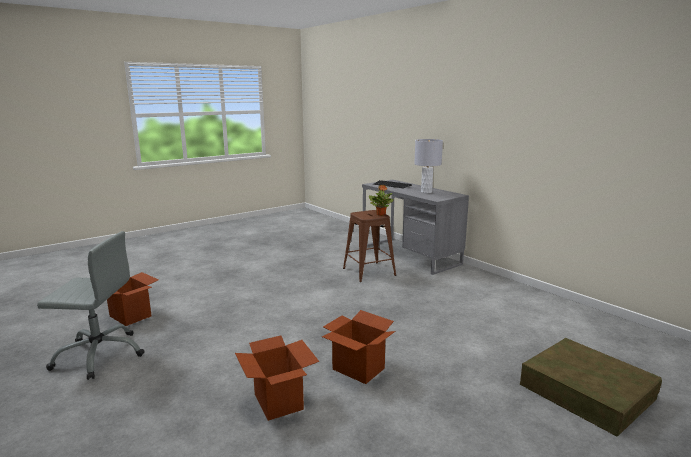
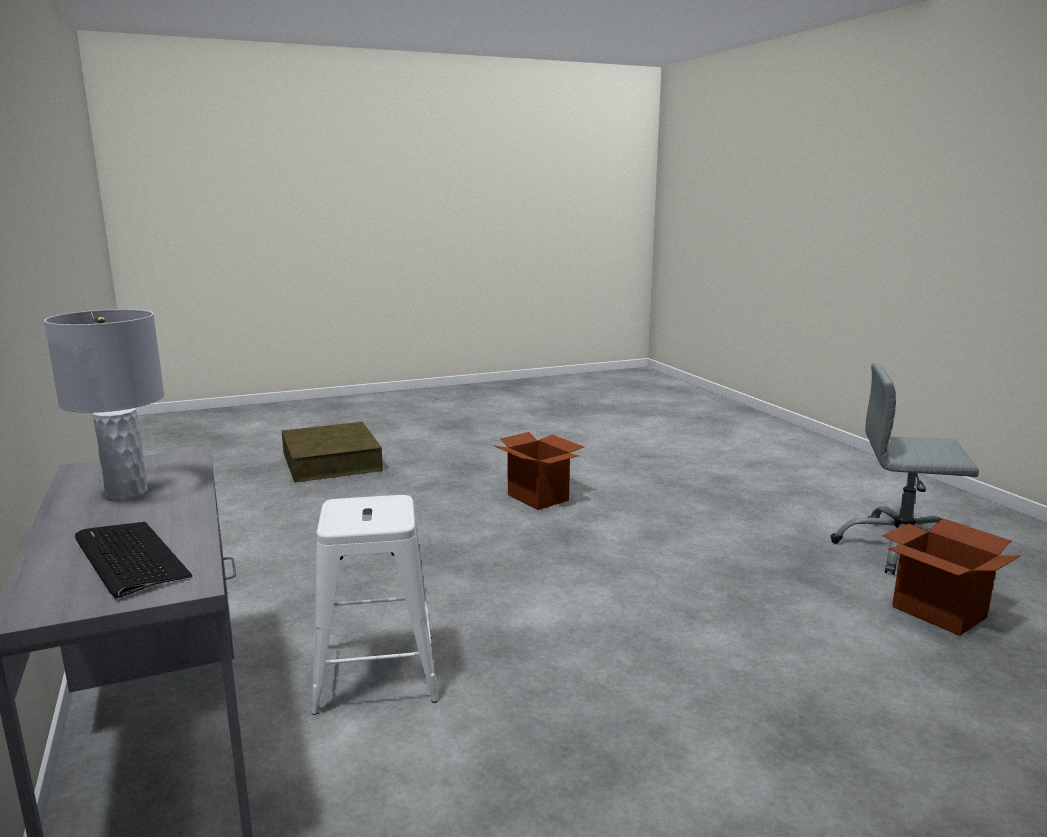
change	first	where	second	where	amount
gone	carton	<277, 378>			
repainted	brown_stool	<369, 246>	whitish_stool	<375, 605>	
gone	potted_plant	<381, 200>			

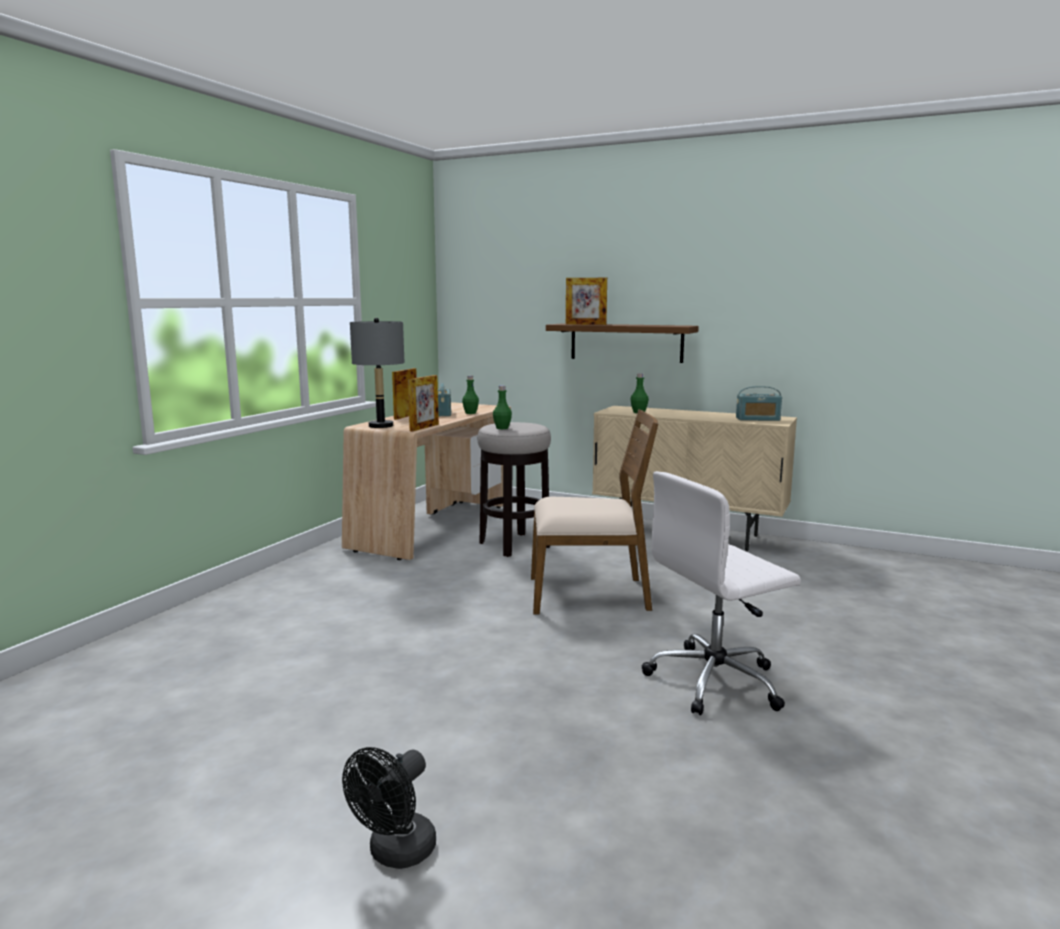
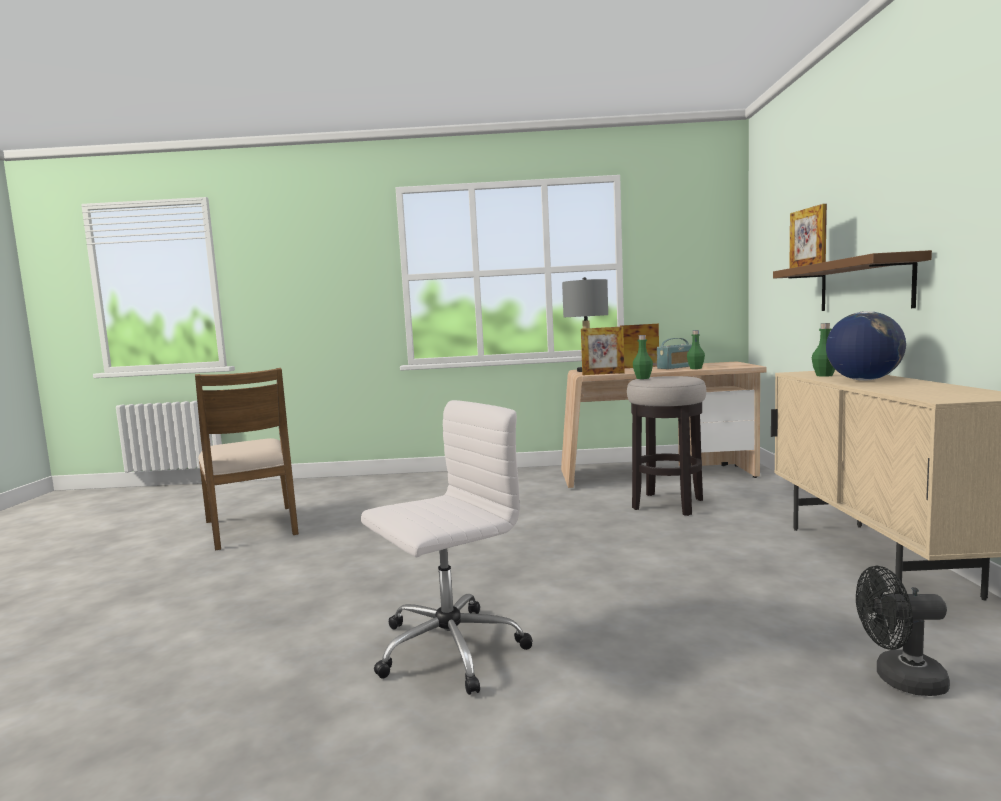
change	first	where	second	where	amount
shifted	black-coloured_fan	<389, 808>		<903, 631>	
shifted	brown_upright_chair	<594, 511>		<247, 459>	
rotated	whitish_office_chair	<721, 593>		<447, 547>	105 degrees clockwise
gone	radio_receiver	<759, 403>			
new			world_globe	<866, 346>	

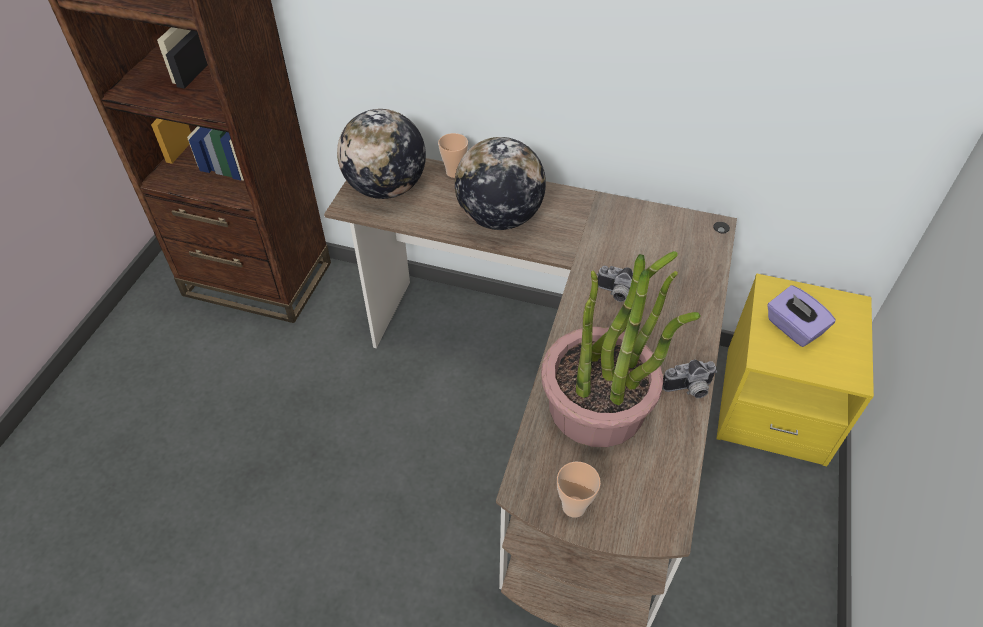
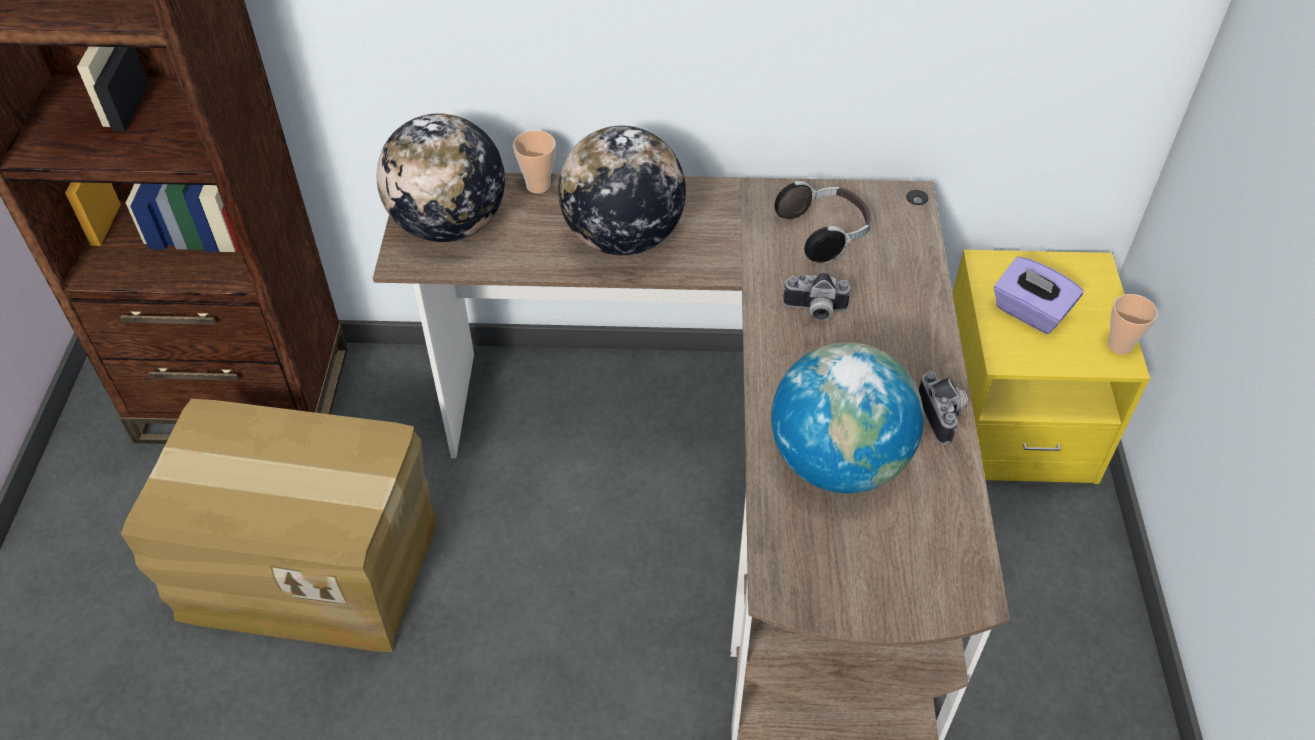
change	first	where	second	where	amount
swapped	potted_plant	<621, 349>	world_globe	<847, 417>	
shifted	drinking_cup	<579, 490>		<1133, 324>	
rotated	still_camera	<689, 379>		<943, 408>	75 degrees counterclockwise
new			carton	<279, 525>	
new			headphones	<823, 222>	

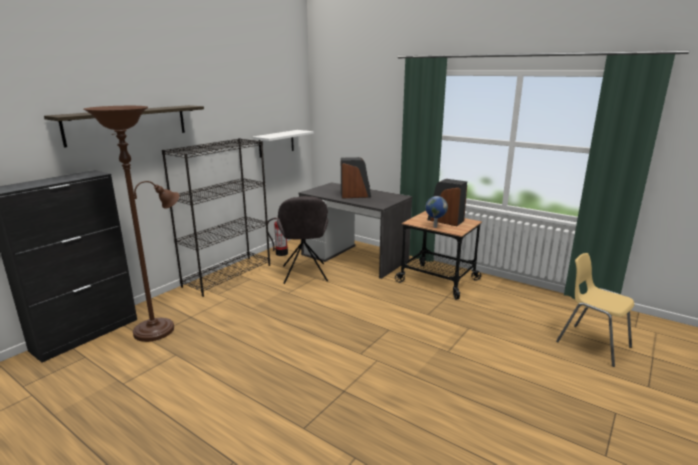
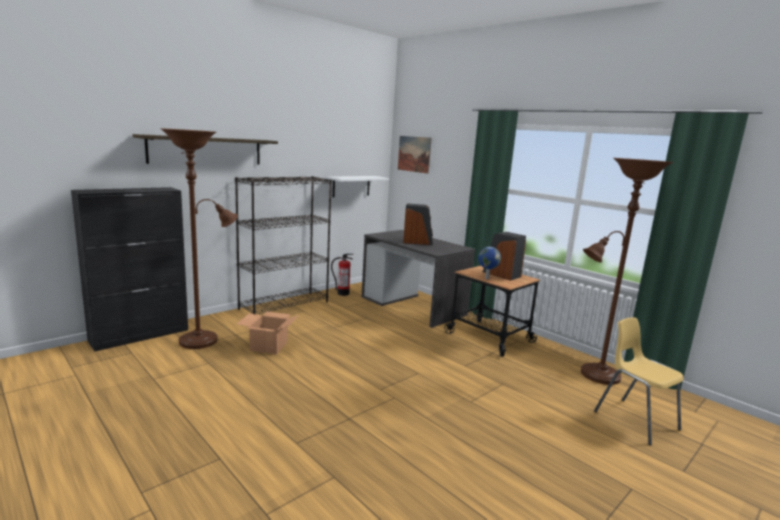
change	first	where	second	where	amount
gone	grey_upright_chair	<302, 240>			
new			carton	<268, 333>	
new			wall_art	<415, 155>	
new			brown_floor_lamp	<627, 271>	

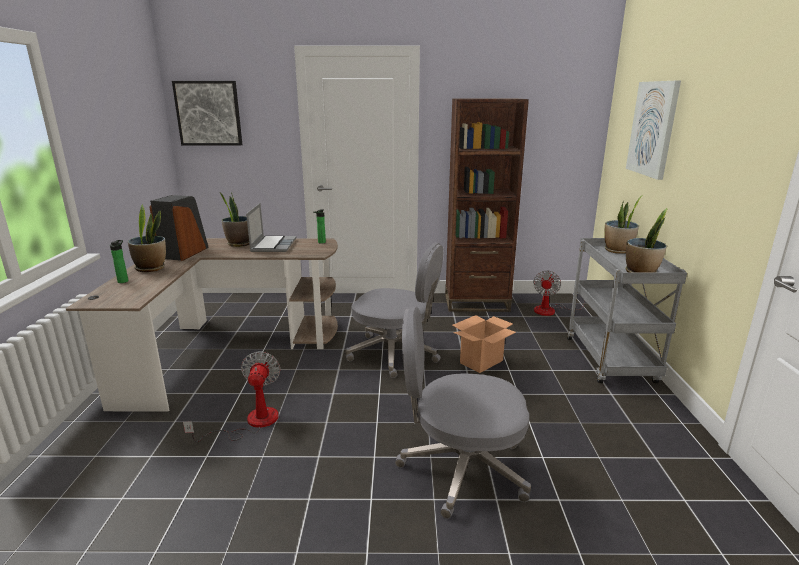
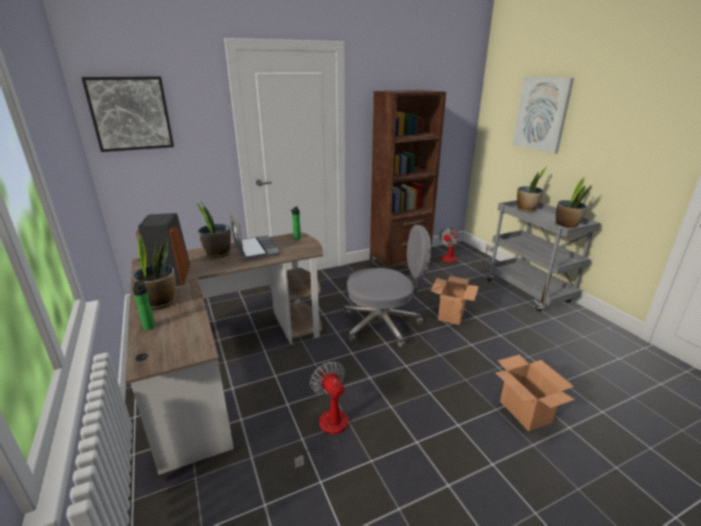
change	first	where	second	where	amount
swapped	grey_office_chair	<463, 413>	carton	<535, 393>	
rotated	fan	<559, 293>		<465, 245>	45 degrees clockwise

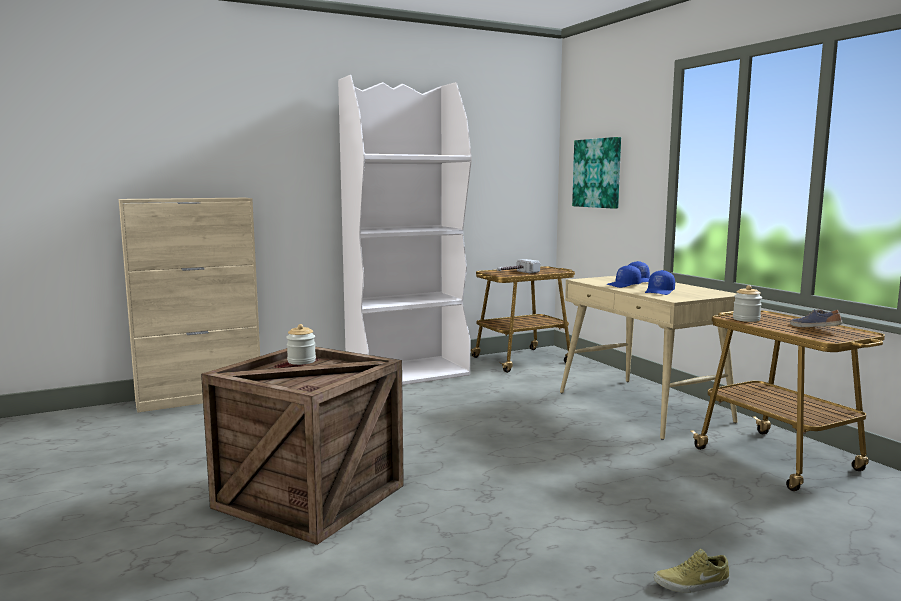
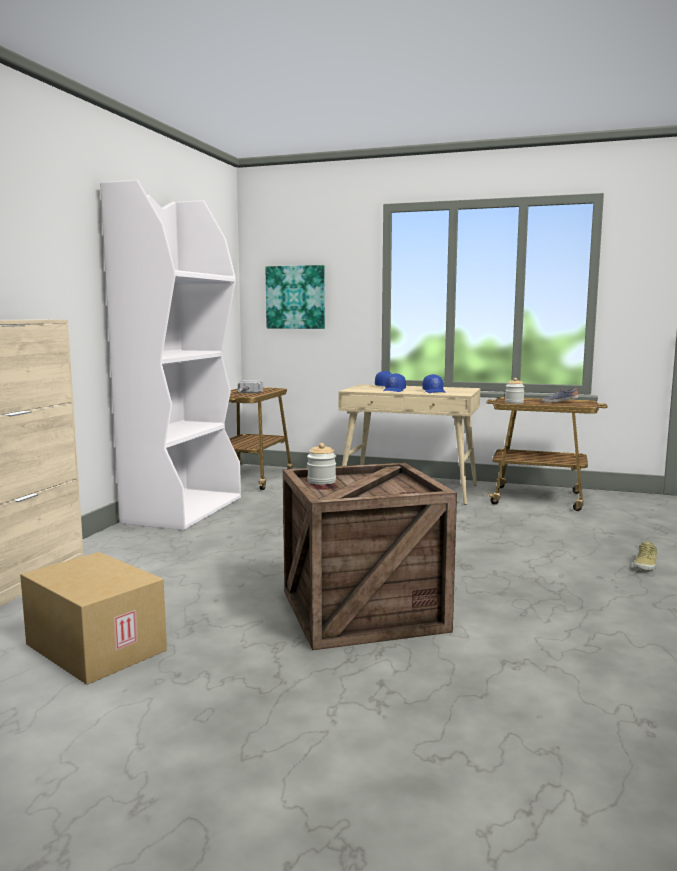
change	first	where	second	where	amount
new			carton	<93, 618>	

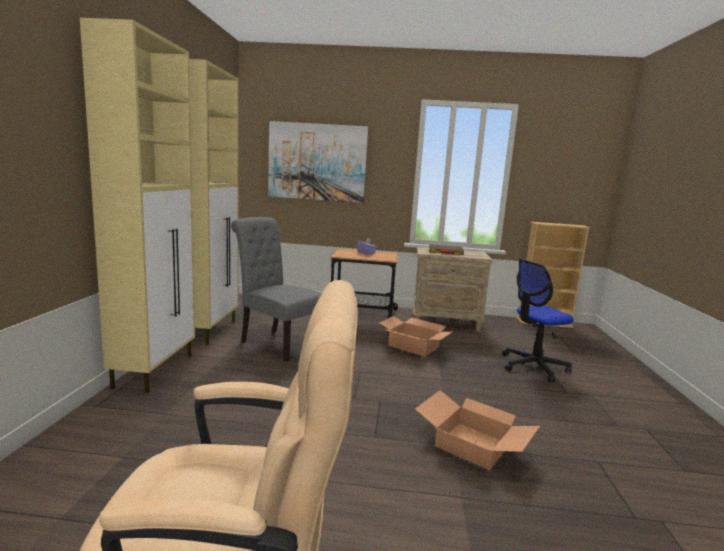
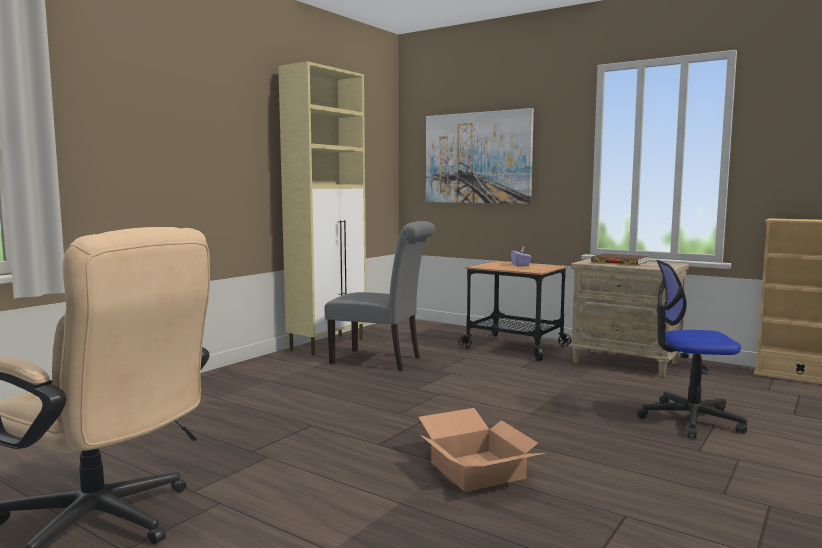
change	first	where	second	where	amount
gone	beige-coloured_cabinet	<137, 205>			
rotated	grey_upright_chair	<276, 289>		<379, 296>	135 degrees clockwise
gone	carton	<415, 336>			

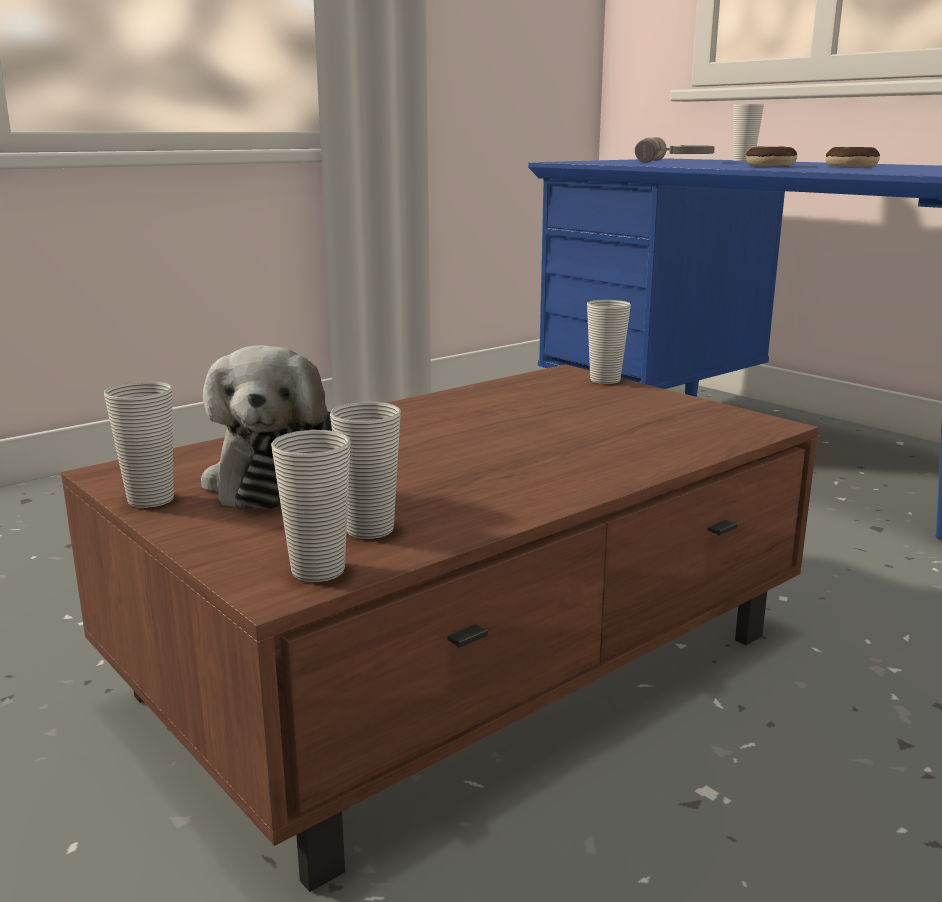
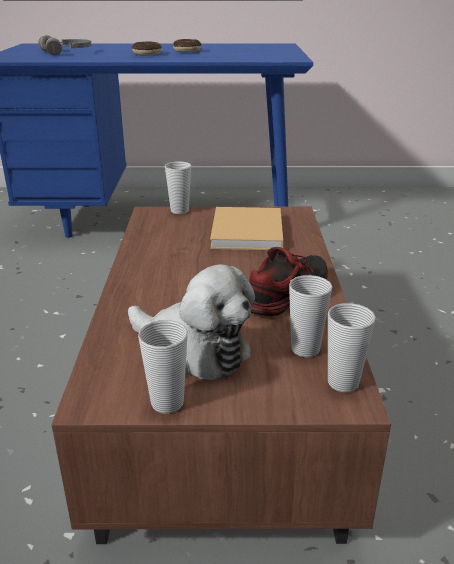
change	first	where	second	where	amount
gone	drinking_cup	<748, 132>			
new			beige-coloured_bound_book	<246, 228>	
new			item_of_footwear	<288, 281>	

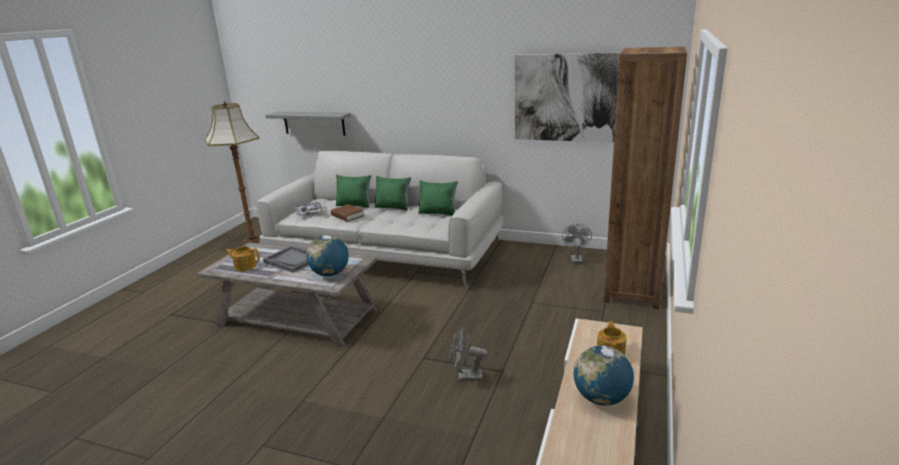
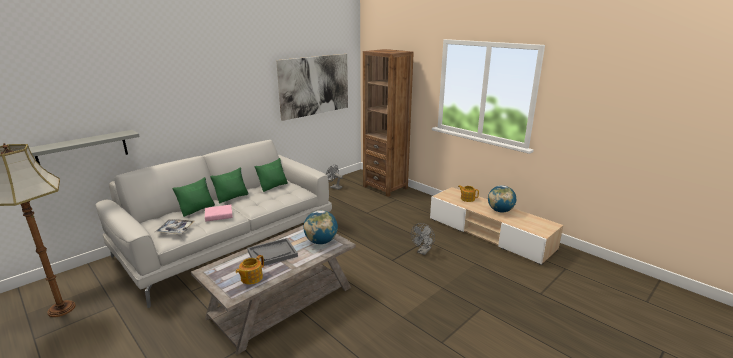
change	first	where	second	where	amount
repainted	brown_bound_book	<347, 213>	pink_bound_book	<219, 213>	

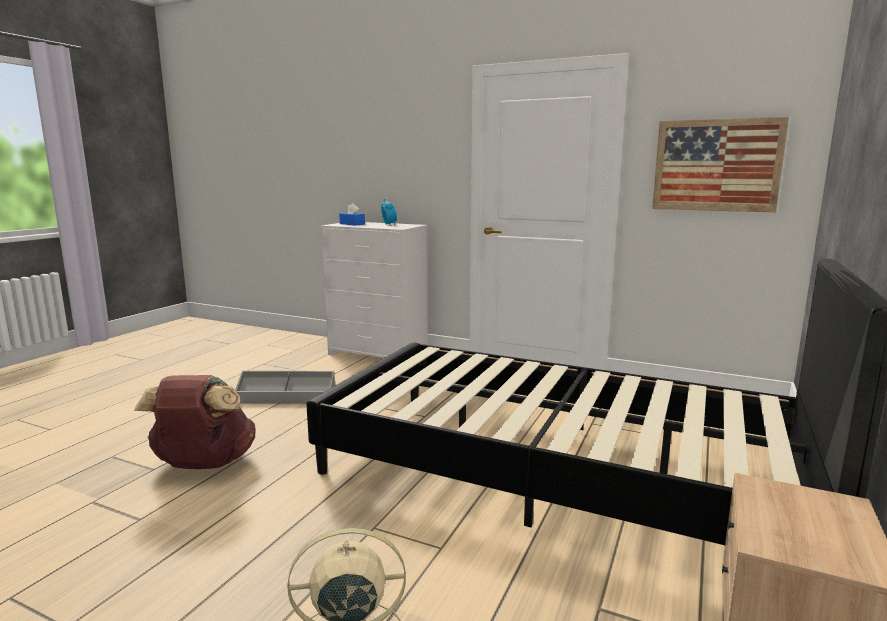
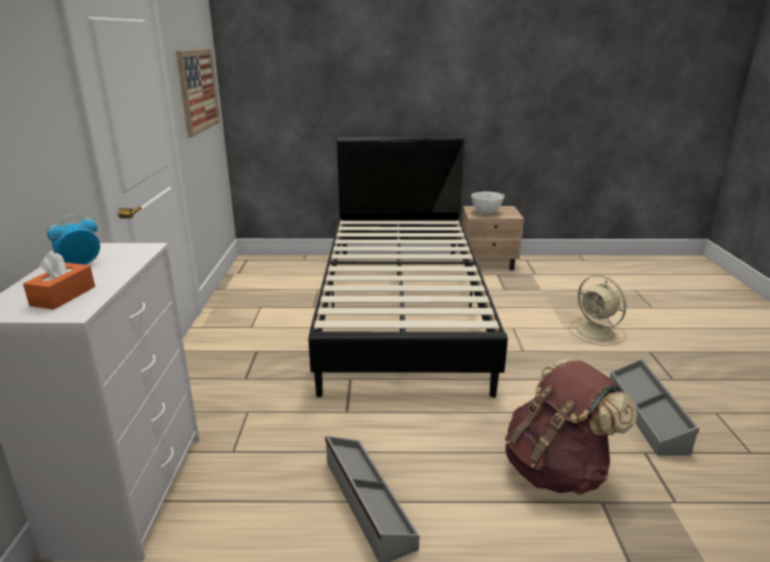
change	first	where	second	where	amount
repainted	blue_box_of_tissues	<352, 214>	orangey_box_of_tissues	<59, 280>	
new			whitish_serving_bowl	<488, 202>	
new			grey_storage_bin	<654, 407>	

